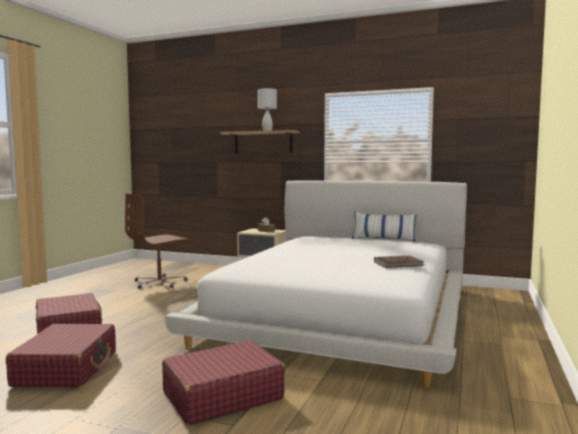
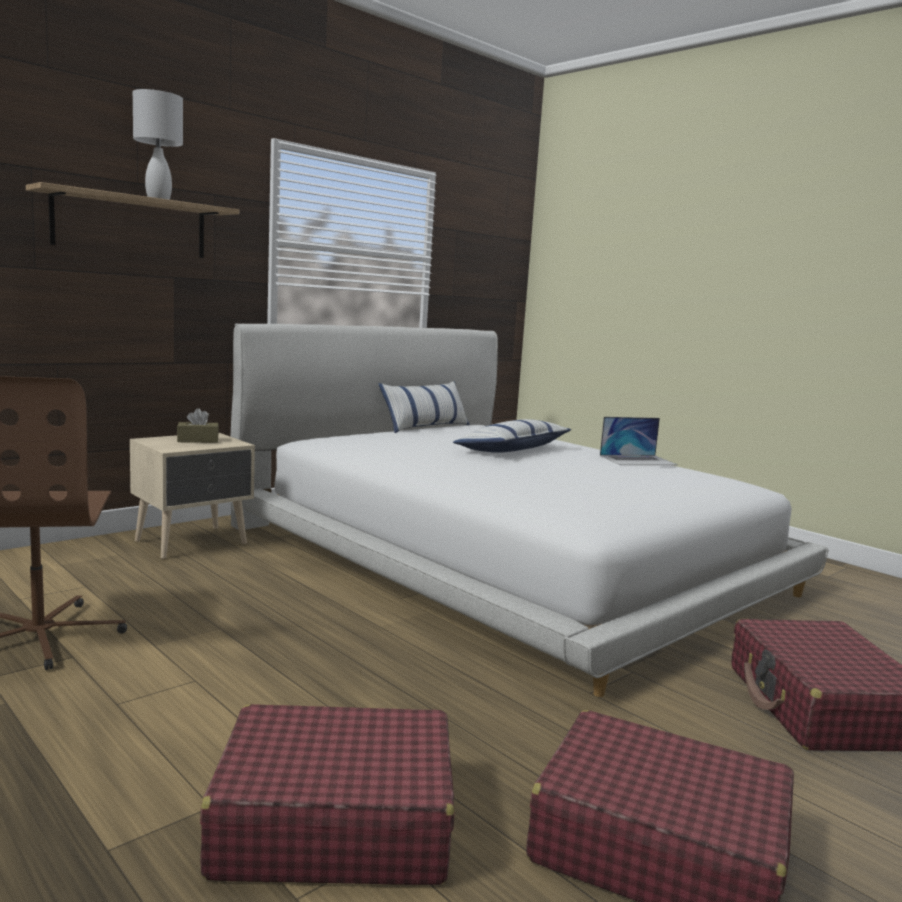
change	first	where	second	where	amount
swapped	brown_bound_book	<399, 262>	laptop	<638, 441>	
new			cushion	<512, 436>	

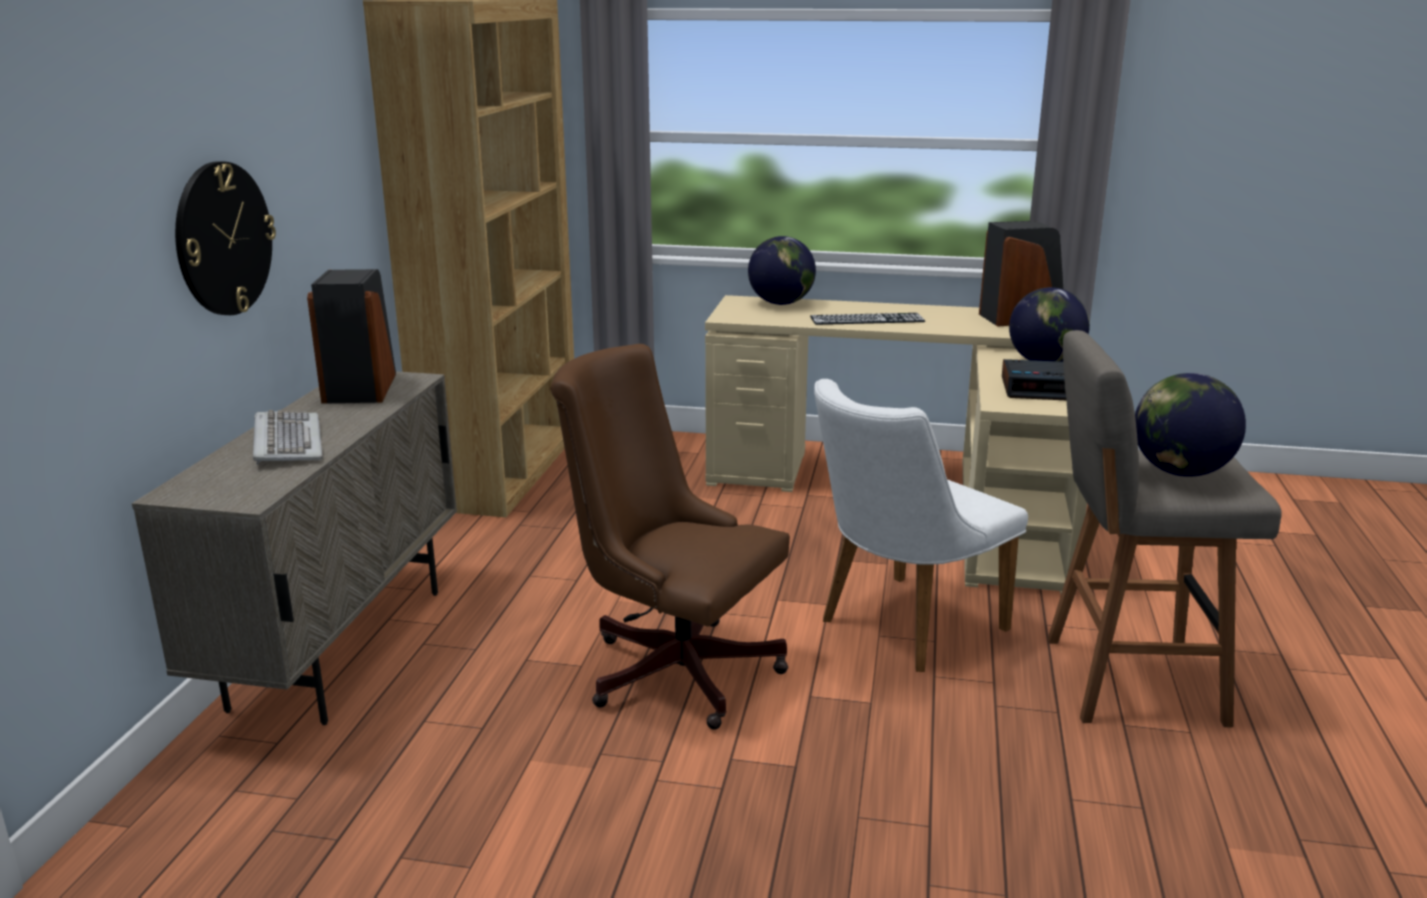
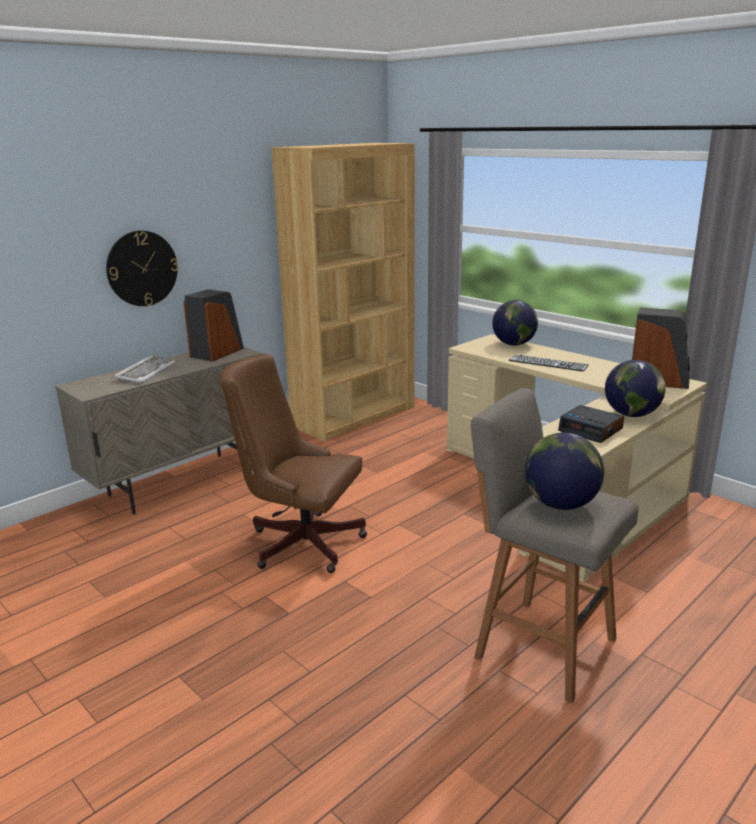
change	first	where	second	where	amount
rotated	brown_office_chair	<670, 537>		<293, 463>	45 degrees counterclockwise
gone	whitish_upright_chair	<921, 525>			

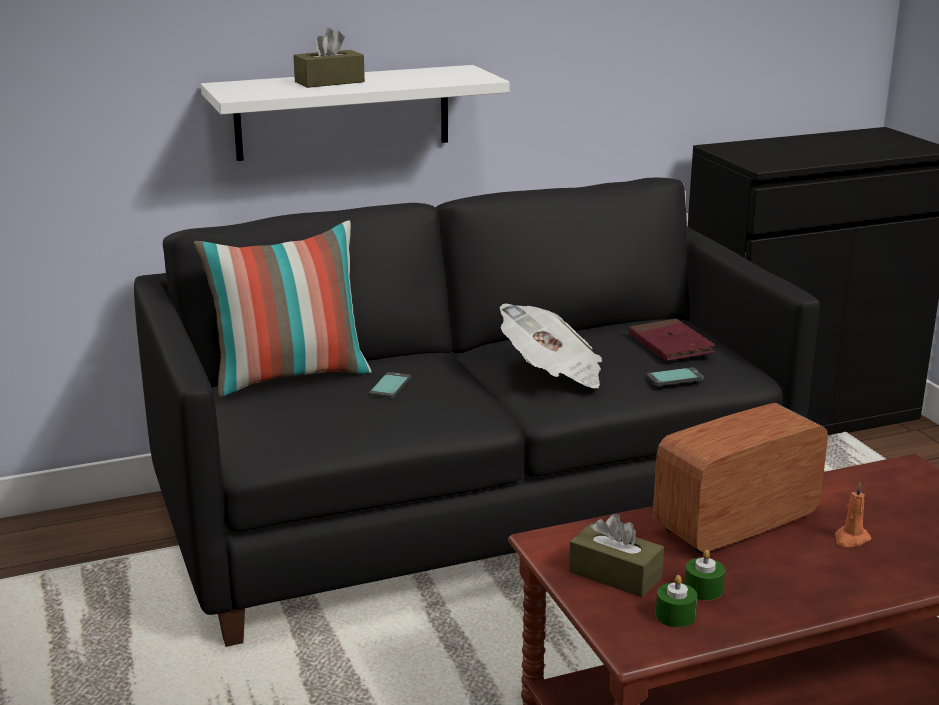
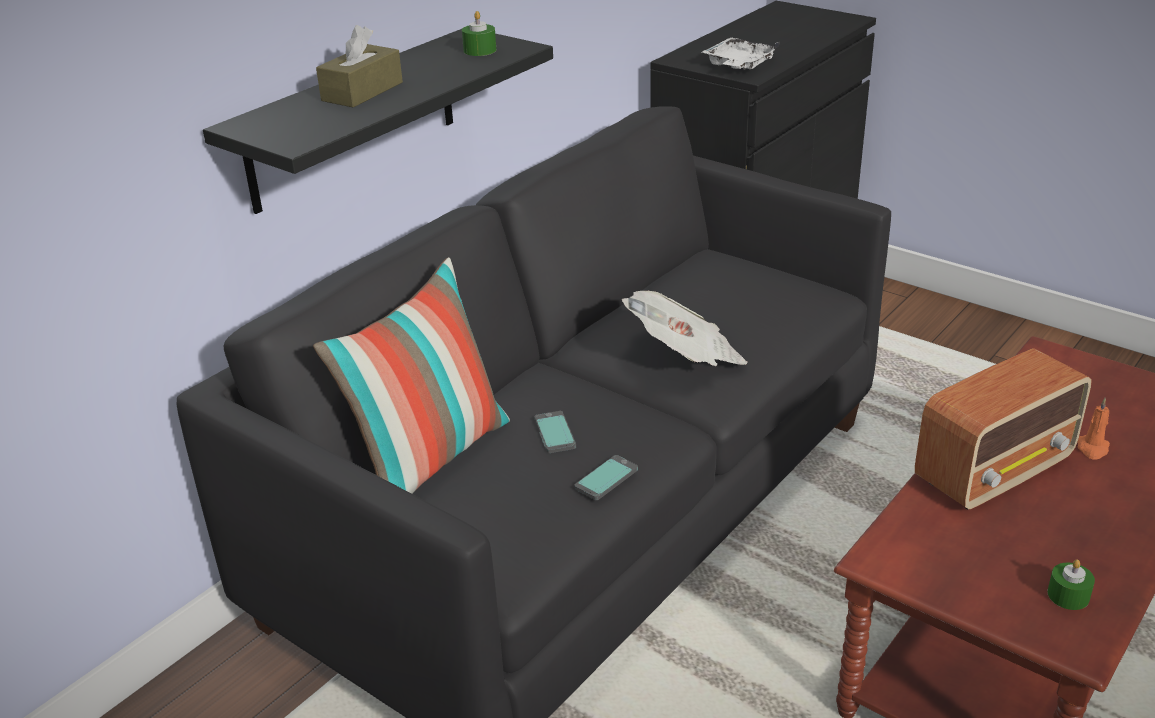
change	first	where	second	where	amount
repainted	whitish_shelf	<355, 113>	black-coloured_shelf	<378, 121>	
gone	brown_box_of_tissues	<616, 555>			
gone	reddish_bound_book	<672, 340>			
shifted	phone	<675, 377>		<606, 477>	
rotated	radio_receiver	<740, 478>		<1003, 429>	150 degrees counterclockwise
shifted	green_candle	<705, 575>		<479, 33>	
new			whitish_serving_tray	<741, 53>	

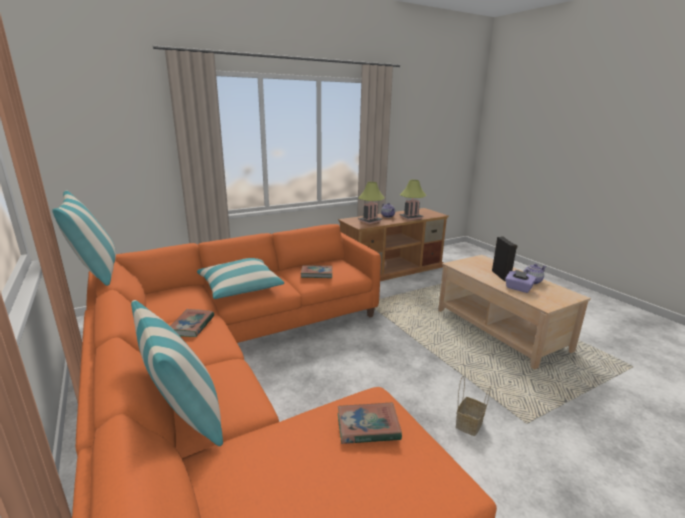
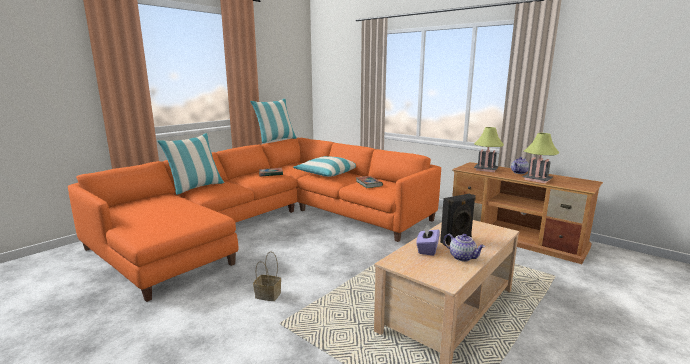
change	first	where	second	where	amount
gone	bound_book	<370, 423>			

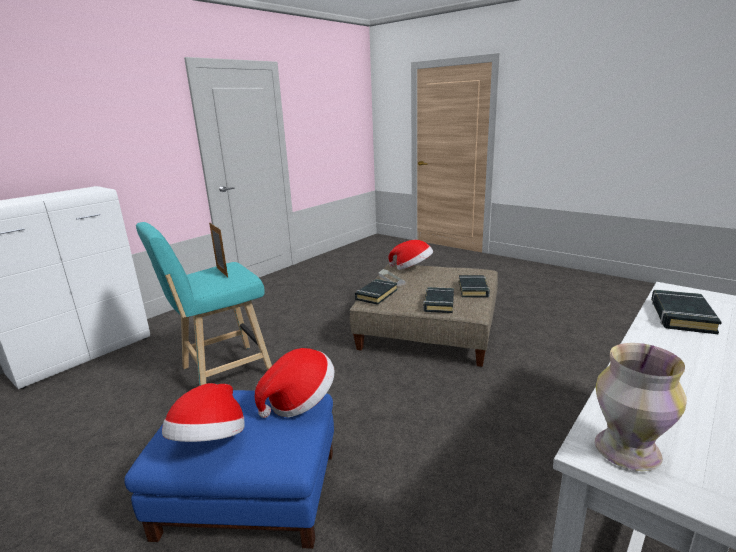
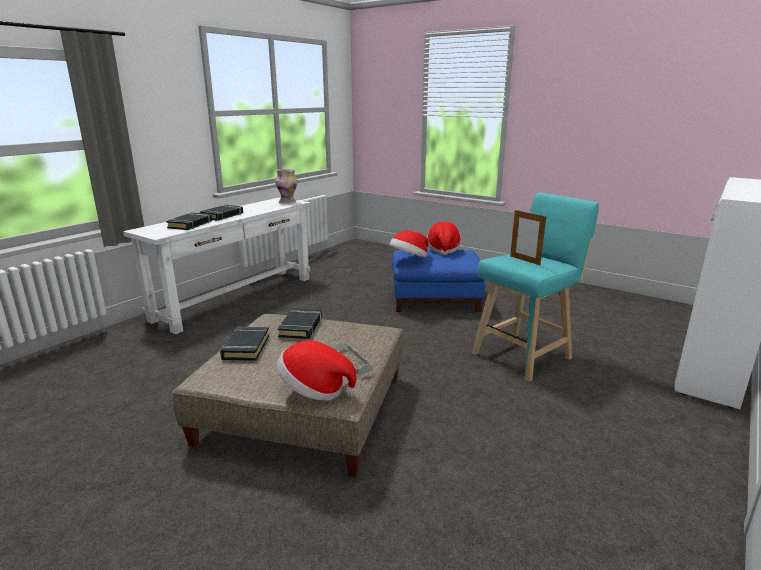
change	first	where	second	where	amount
shifted	black-coloured_bound_book	<376, 292>		<221, 213>	

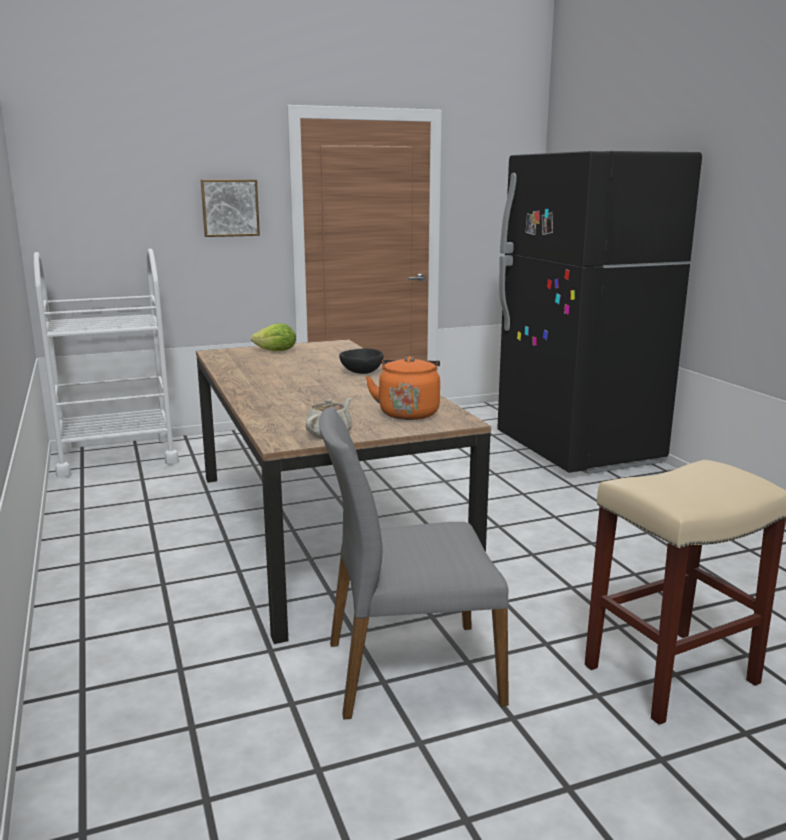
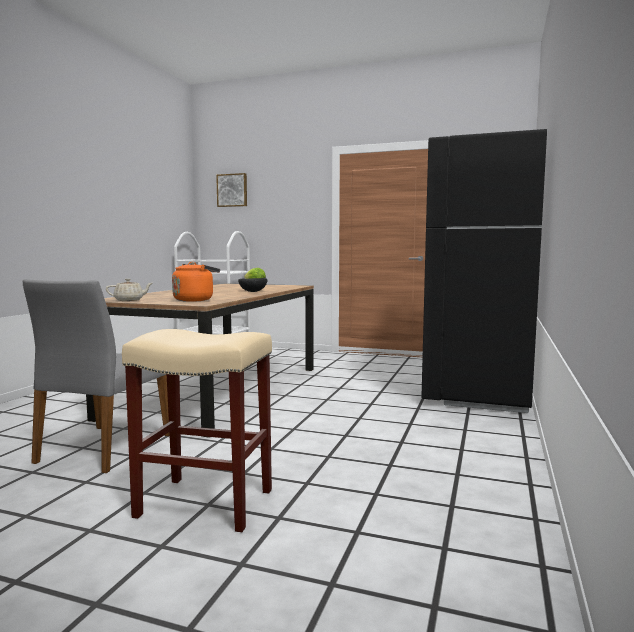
change	first	where	second	where	amount
shifted	wall_art	<230, 208>		<231, 190>	
rotated	grey_upright_chair	<414, 563>		<96, 376>	105 degrees counterclockwise

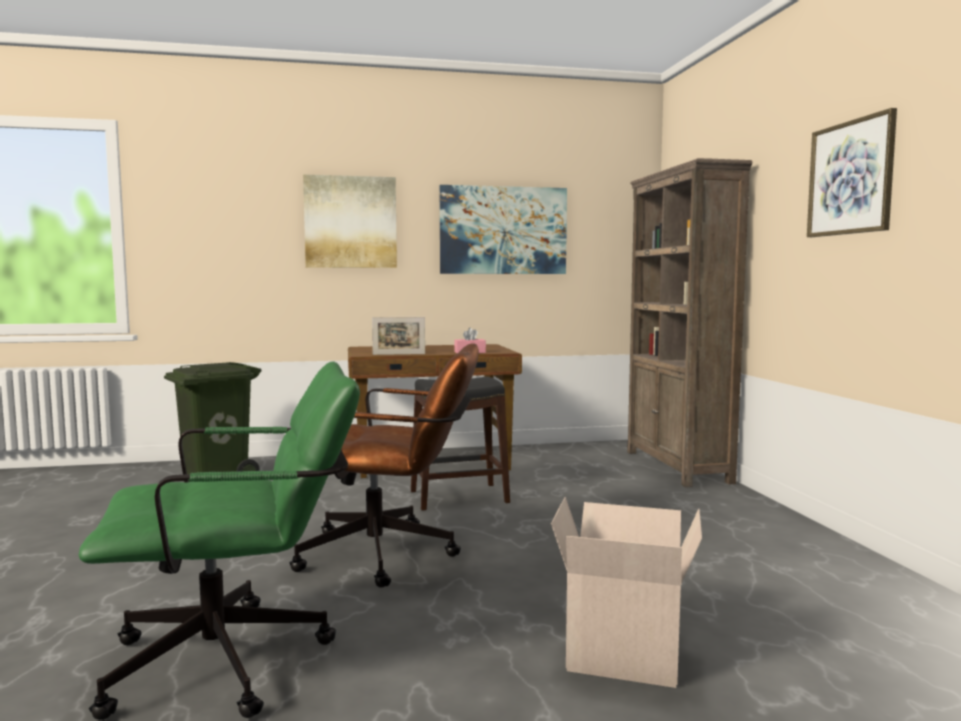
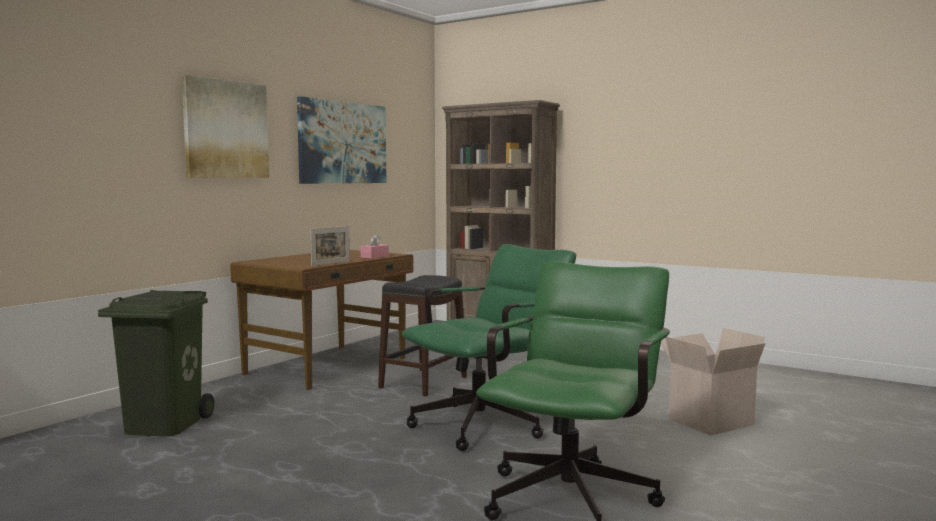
change	first	where	second	where	amount
repainted	brown_office_chair	<384, 465>	green_office_chair	<489, 347>	
gone	wall_art	<852, 172>			

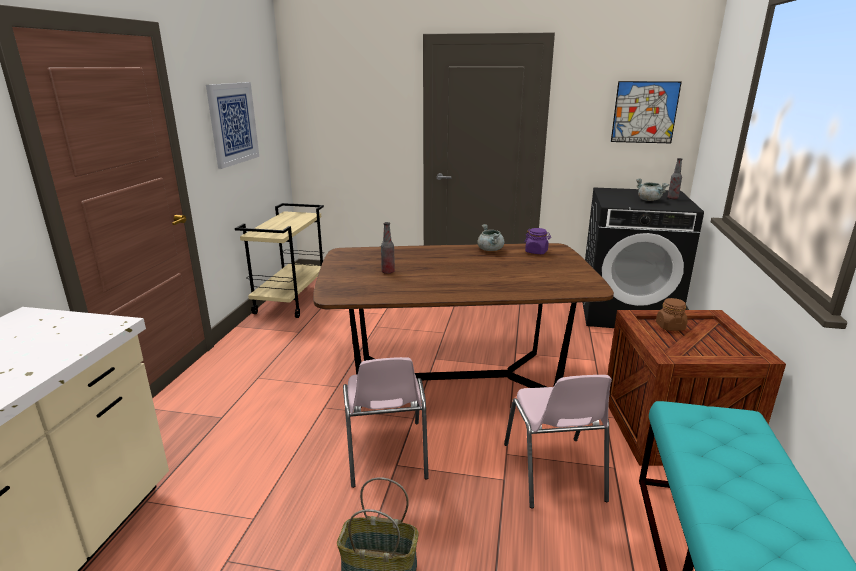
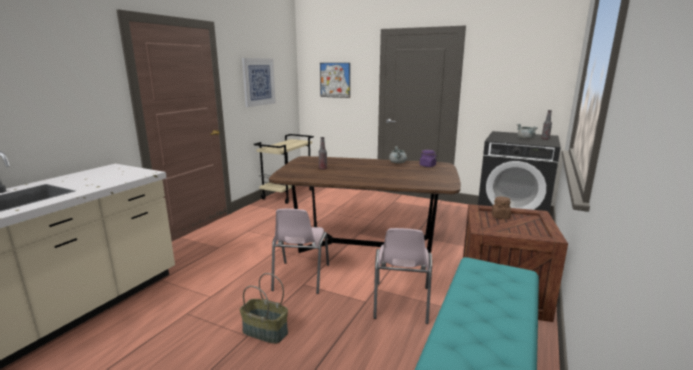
change	first	where	second	where	amount
shifted	wall_art	<646, 112>		<335, 80>	

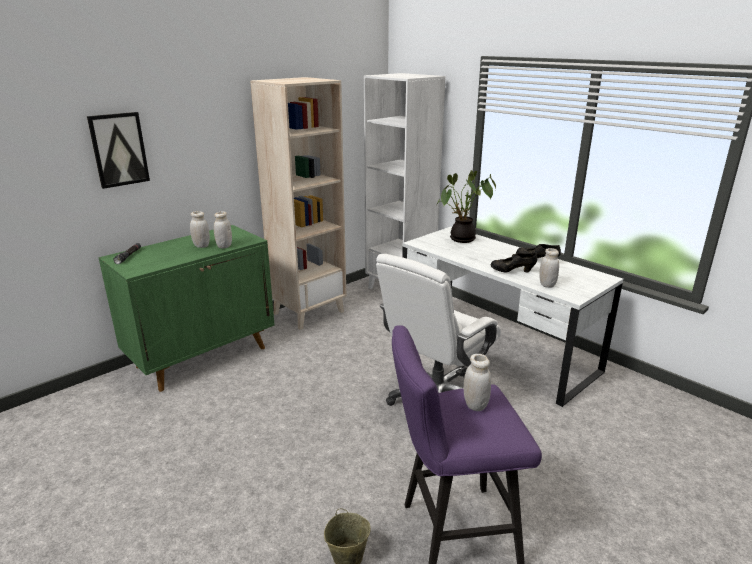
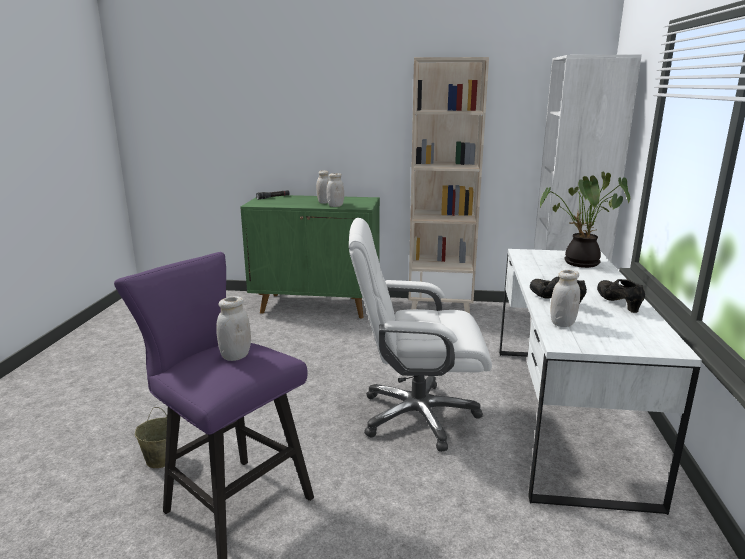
change	first	where	second	where	amount
gone	wall_art	<118, 150>			

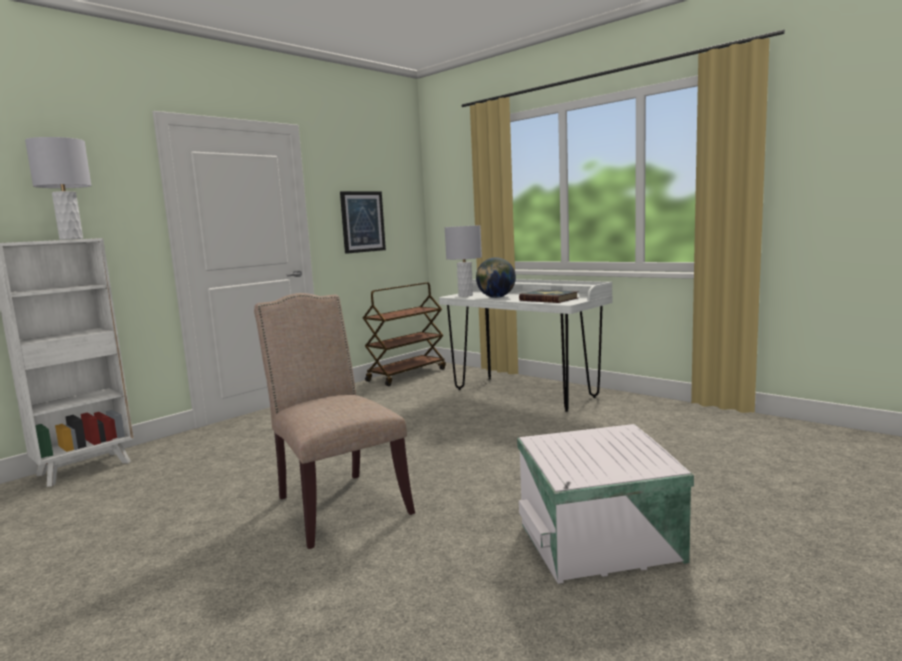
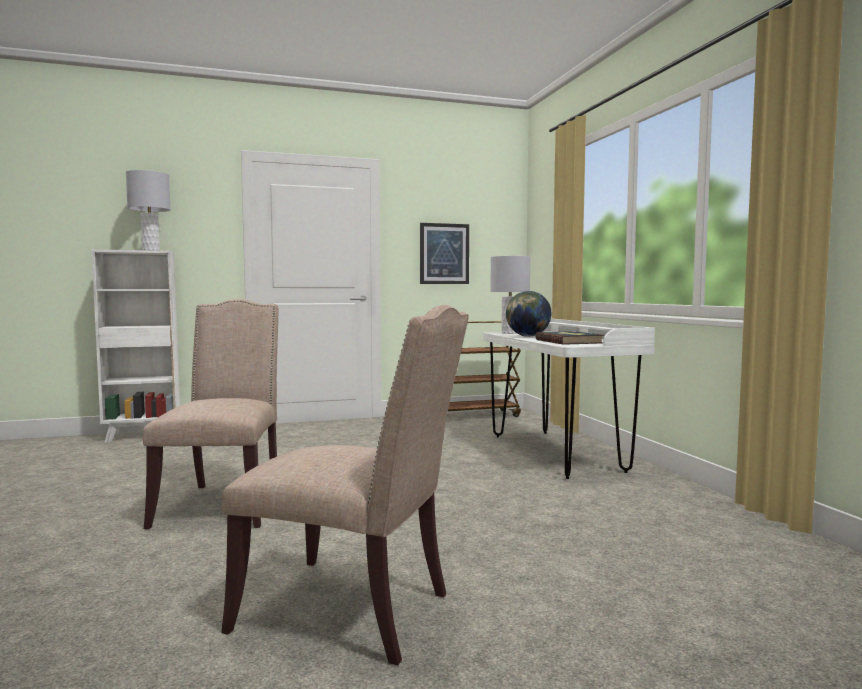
change	first	where	second	where	amount
swapped	whitish_storage_bin	<605, 504>	beige-coloured_upright_chair	<345, 485>	

